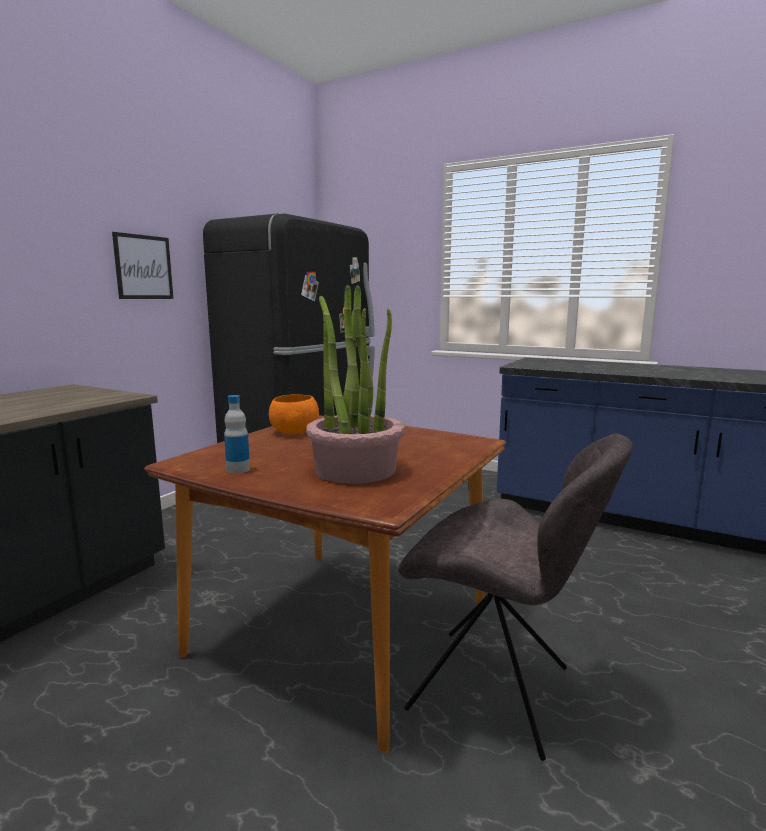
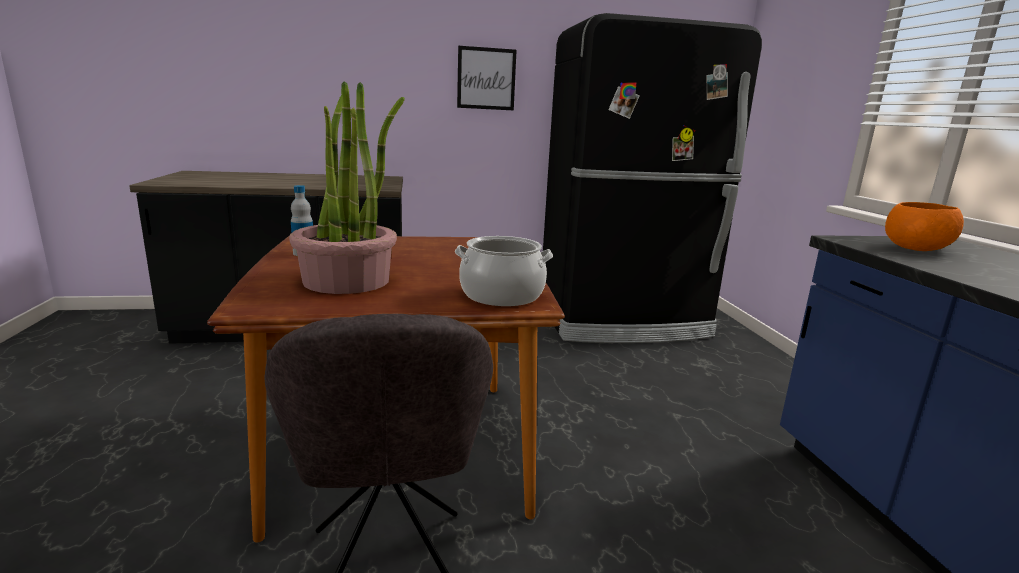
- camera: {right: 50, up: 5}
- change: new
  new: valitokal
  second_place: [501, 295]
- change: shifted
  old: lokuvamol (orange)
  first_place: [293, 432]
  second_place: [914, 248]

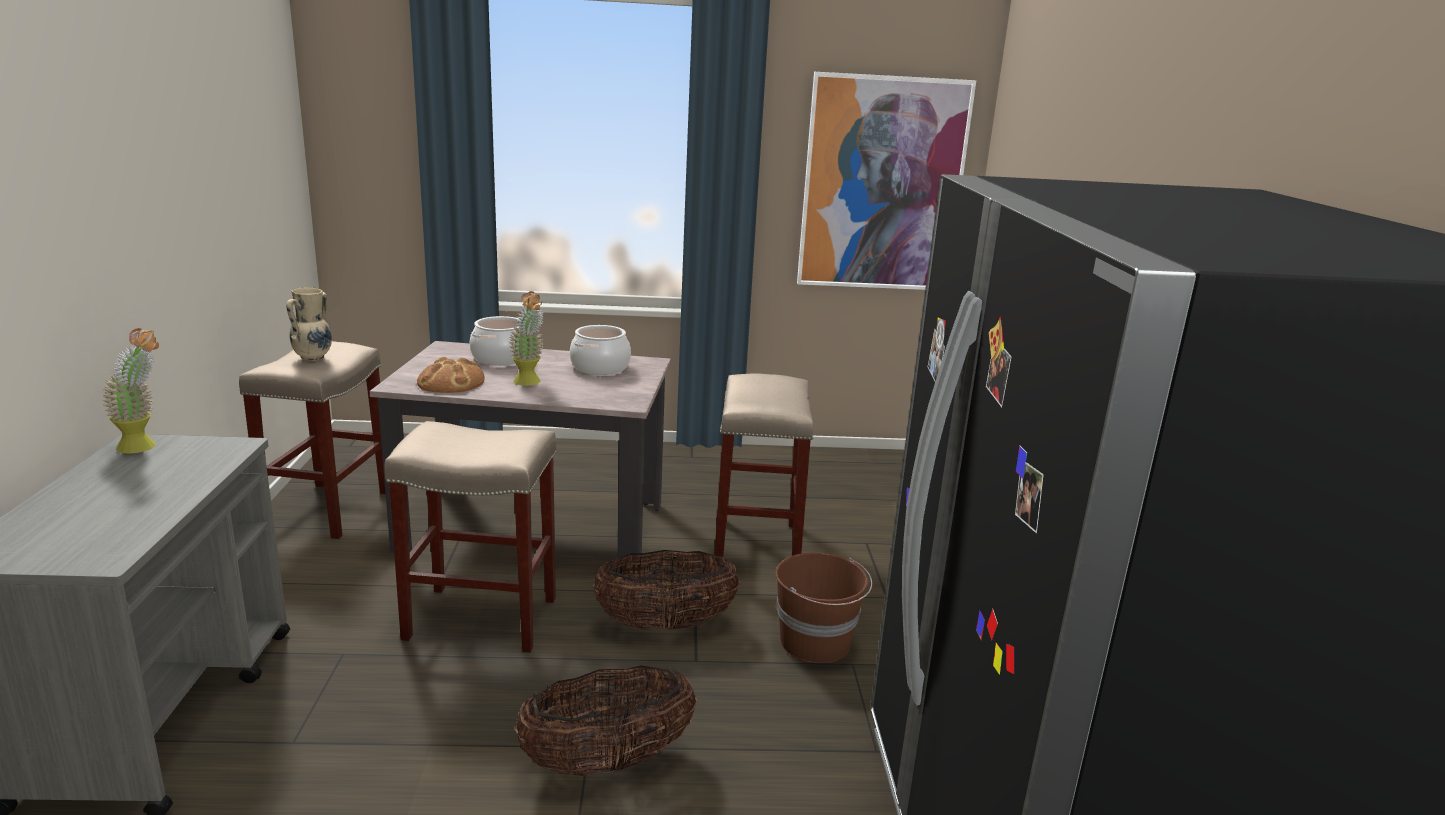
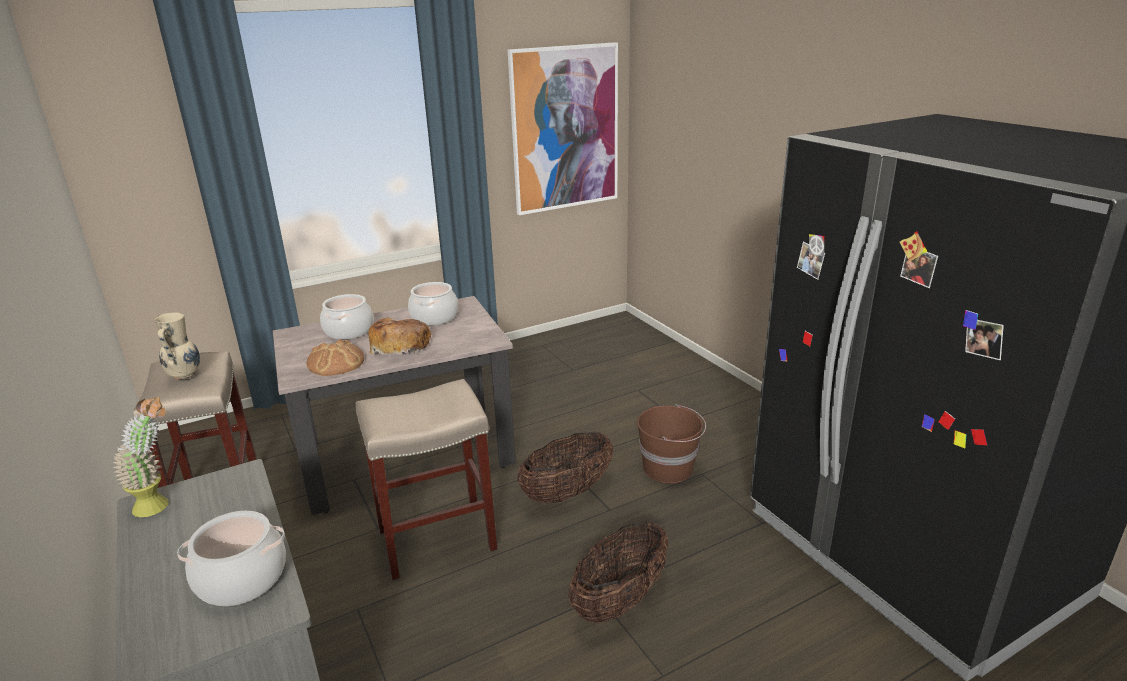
- camera: {right: -25, up: 5}
- change: new
  new: valitokal
  second_place: [241, 579]
- change: swapped
  old: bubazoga
  new: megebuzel
  first_place: [529, 383]
  second_place: [399, 345]
- change: gone
  old: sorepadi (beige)
  first_place: [758, 548]

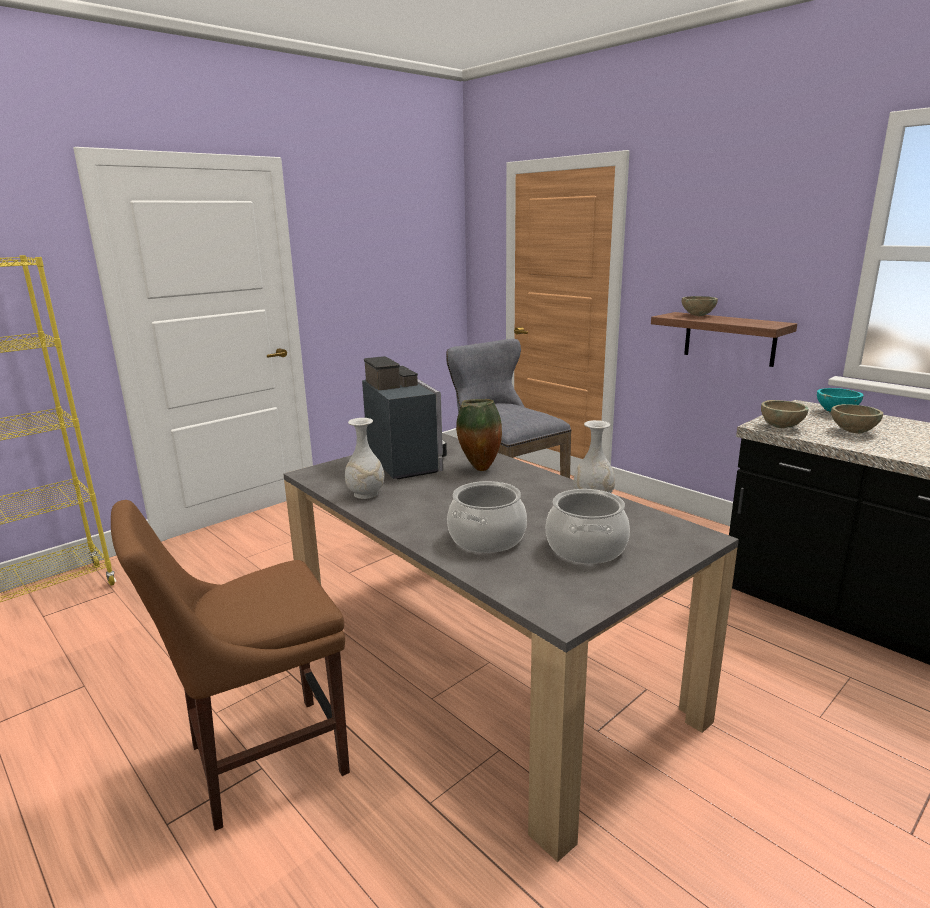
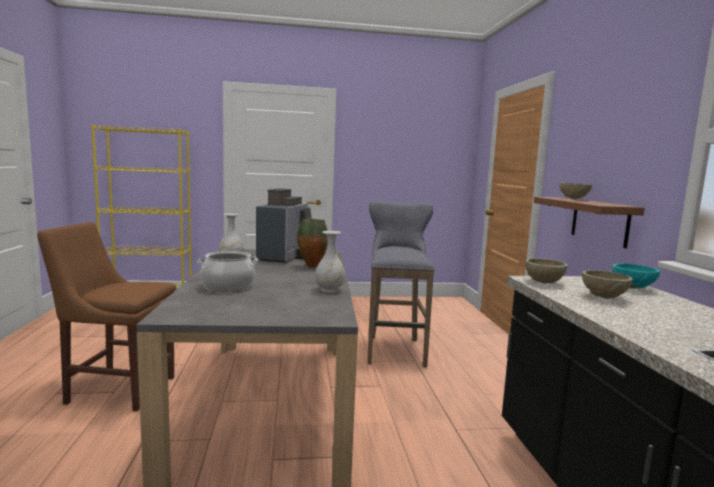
- camera: {right: 35, up: -10}
- change: gone
  old: valitokal
  first_place: [585, 548]

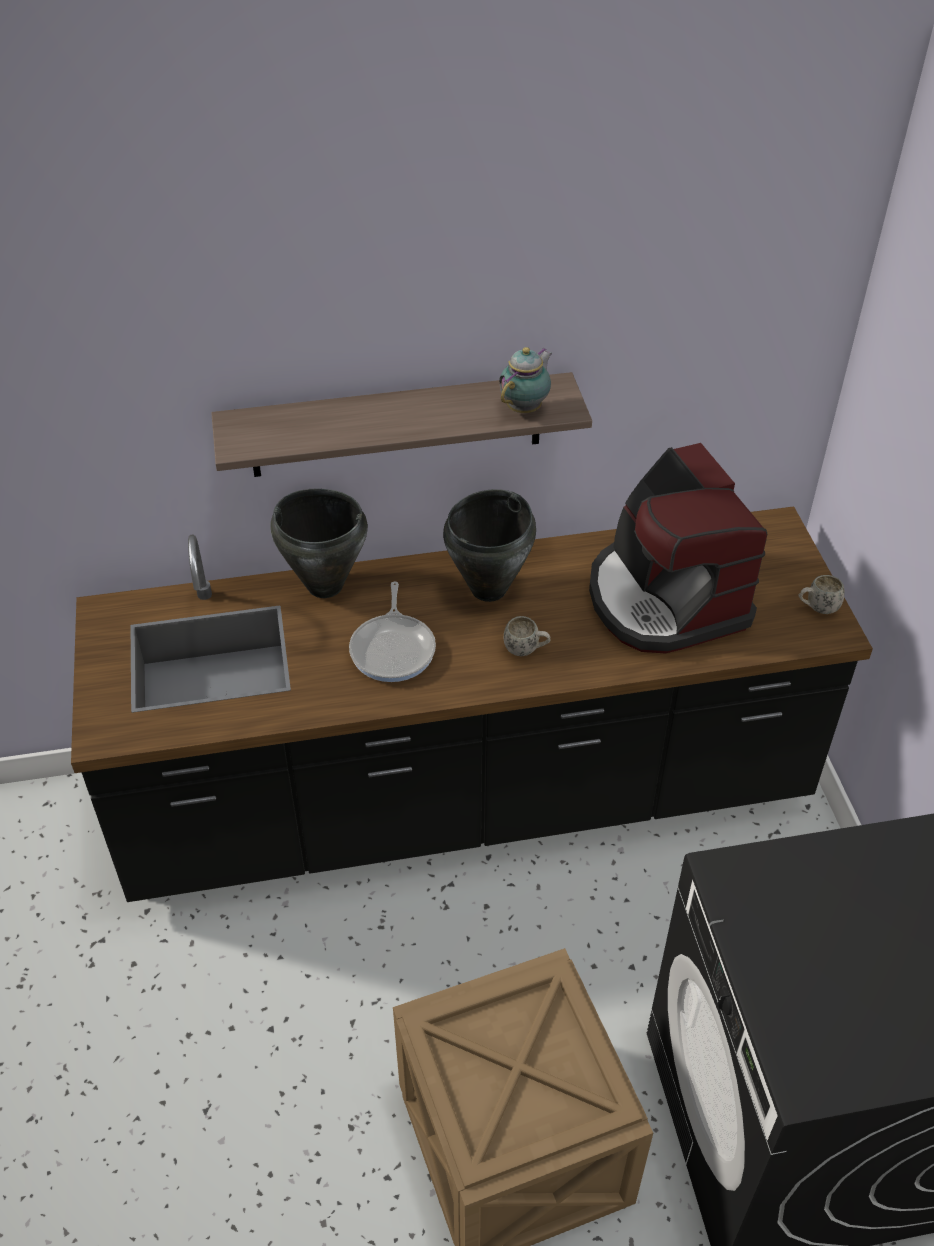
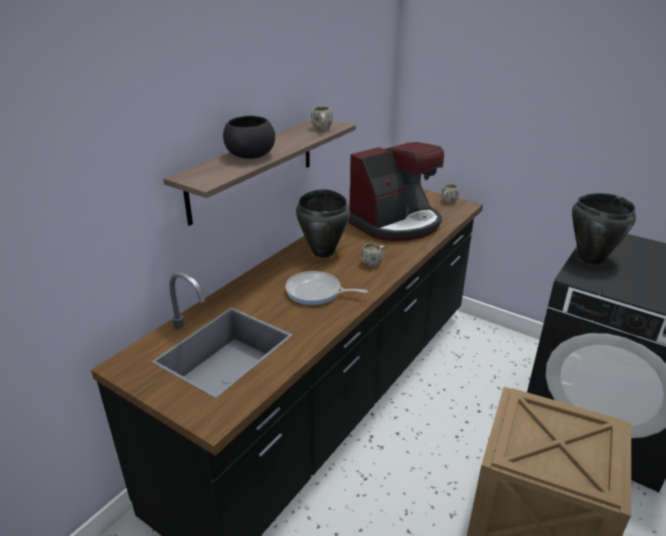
- camera: {right: -45, up: -15}
- change: new
  new: lokuvamol (black)
  second_place: [250, 155]
- change: rotated
  old: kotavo
  first_place: [393, 648]
  second_place: [316, 292]
  degrees: 150
- change: swapped
  old: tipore
  new: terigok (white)
  first_place: [525, 408]
  second_place: [322, 129]
- change: rotated
  old: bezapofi
  first_place: [665, 599]
  second_place: [395, 223]
  degrees: -60
- change: shifted
  old: valitokal (black)
  first_place: [324, 585]
  second_place: [590, 259]

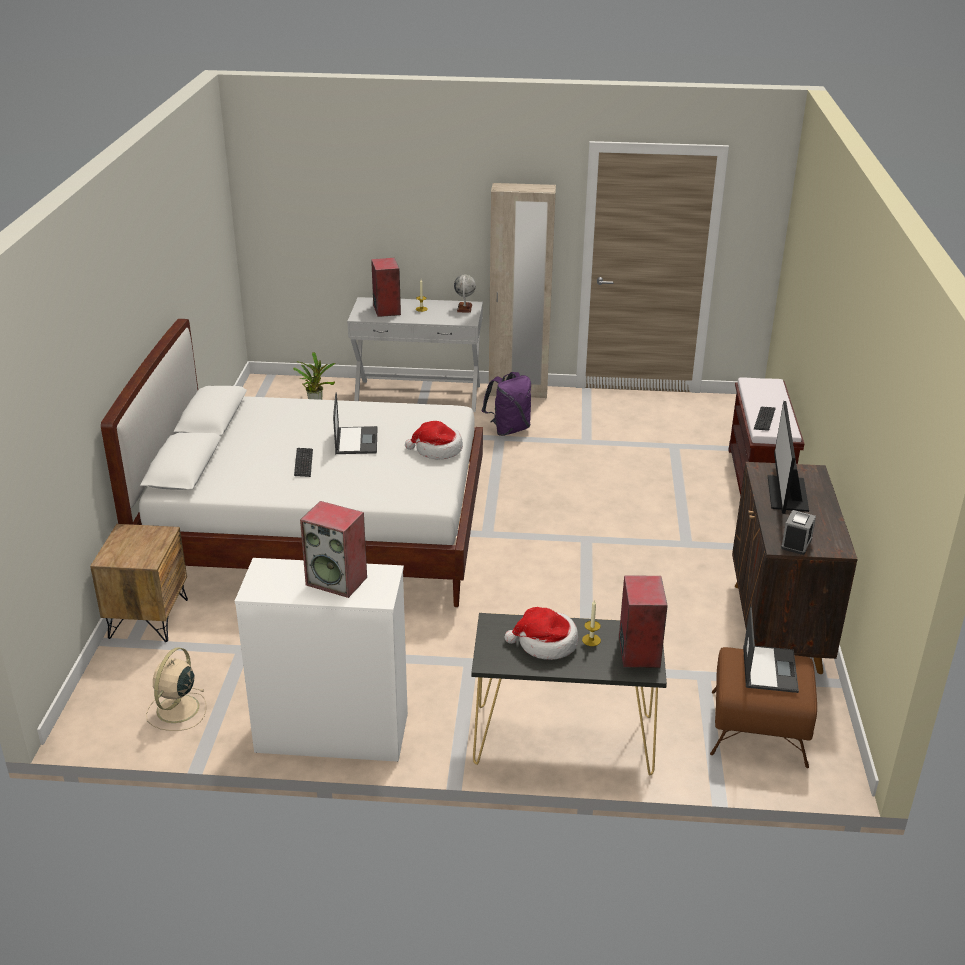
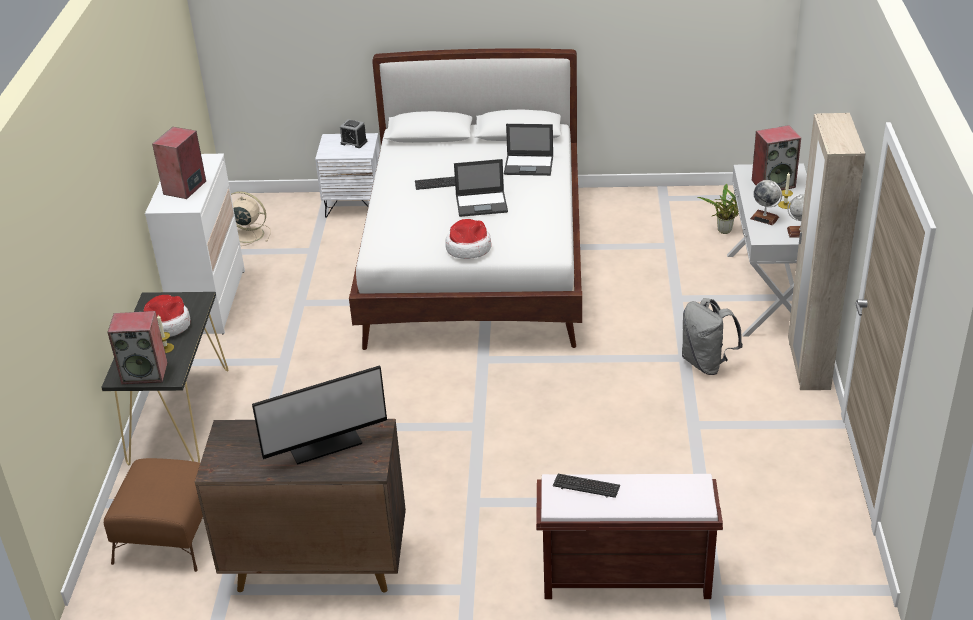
- camera: {right: 90, up: 5}
- change: rotated
  old: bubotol
  first_place: [786, 493]
  second_place: [324, 443]
  degrees: 150
- change: repainted
  old: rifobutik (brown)
  new: rifobutik (white)
  first_place: [148, 618]
  second_place: [354, 204]
- change: shifted
  old: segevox
  first_place: [796, 543]
  second_place: [354, 142]
- change: shifted
  old: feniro
  first_place: [769, 668]
  second_place: [529, 165]
- change: repainted
  old: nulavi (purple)
  new: nulavi (grey)
  first_place: [509, 429]
  second_place: [706, 363]
- change: new
  new: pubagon
  second_place: [764, 218]

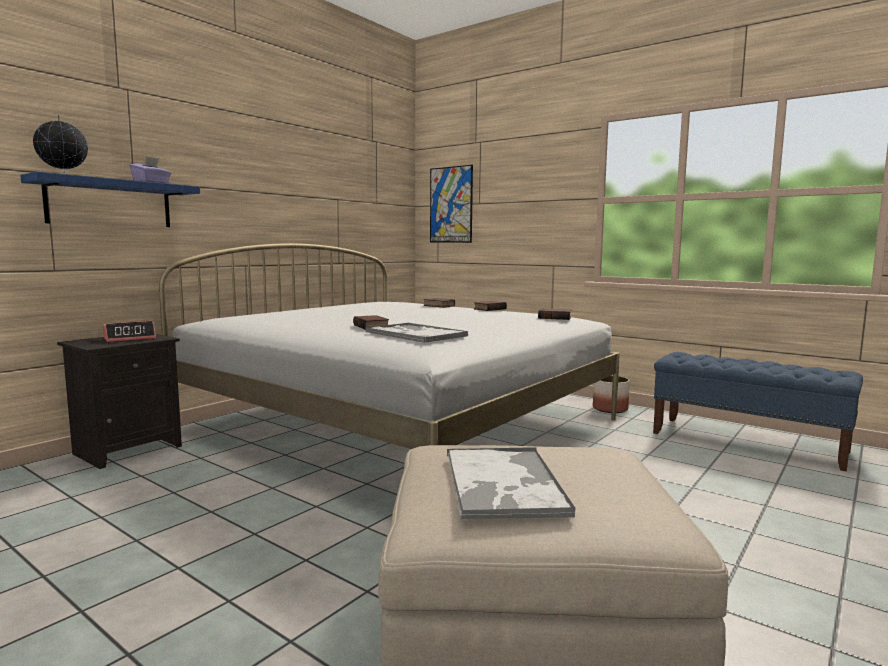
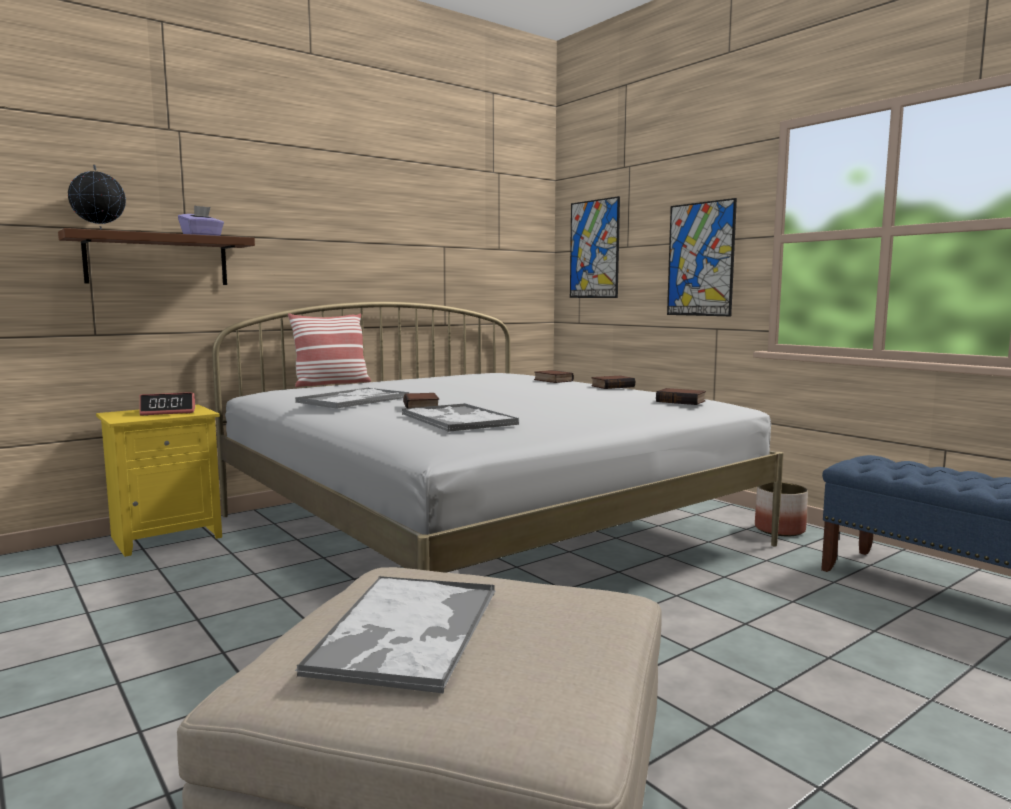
- camera: {right: 15, up: 0}
- change: repainted
  old: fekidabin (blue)
  new: fekidabin (brown)
  first_place: [110, 203]
  second_place: [157, 260]
- change: repainted
  old: rifobutik (black)
  new: rifobutik (yellow)
  first_place: [128, 449]
  second_place: [167, 536]
- change: new
  new: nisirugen
  second_place: [331, 384]
- change: new
  new: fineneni
  second_place: [354, 400]
- change: new
  new: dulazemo
  second_place: [700, 259]

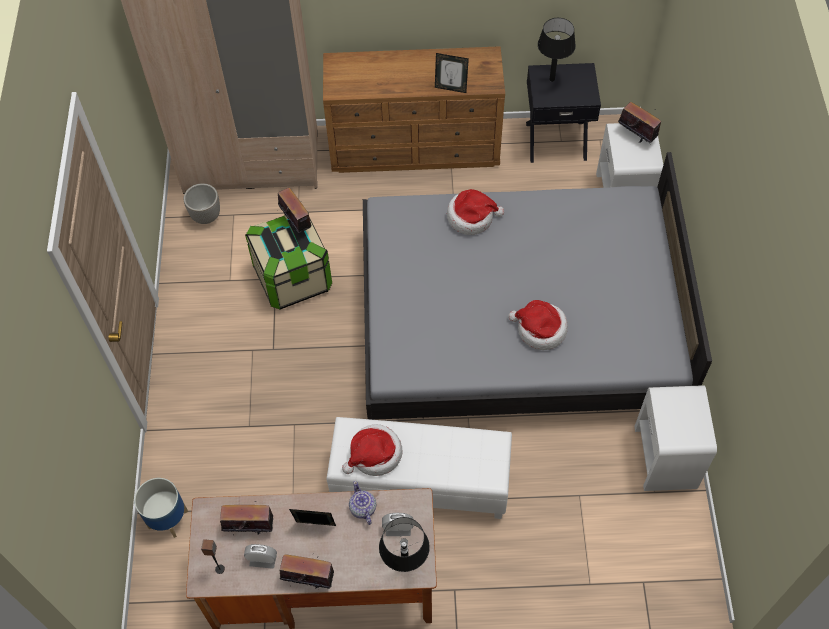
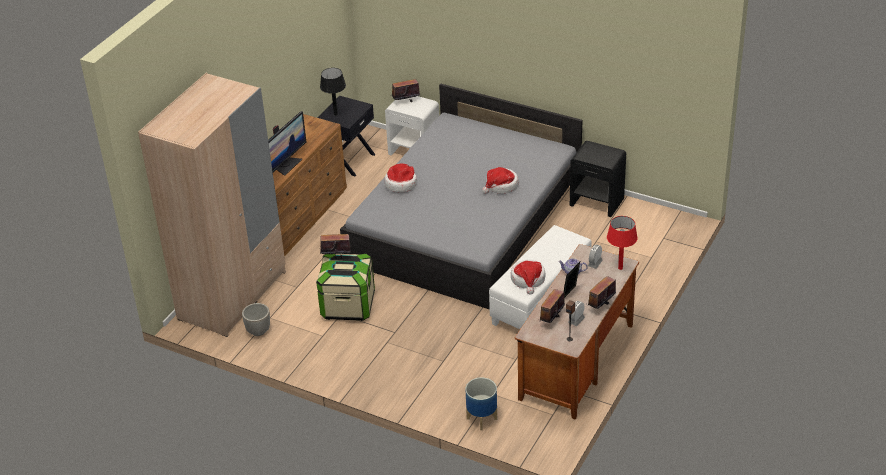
- camera: {right: -60, up: -20}
- change: new
  new: bubotol
  second_place: [287, 165]
- change: repainted
  old: rifobutik (white)
  new: rifobutik (black)
  first_place: [665, 457]
  second_place: [597, 202]
- change: repainted
  old: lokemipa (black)
  new: lokemipa (red)
  first_place: [406, 568]
  second_place: [620, 268]
- change: gone
  old: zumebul
  first_place: [451, 88]

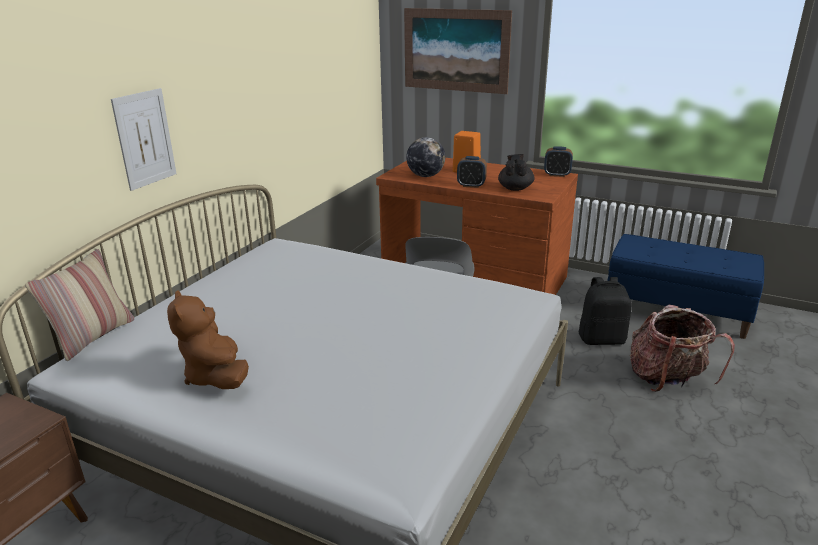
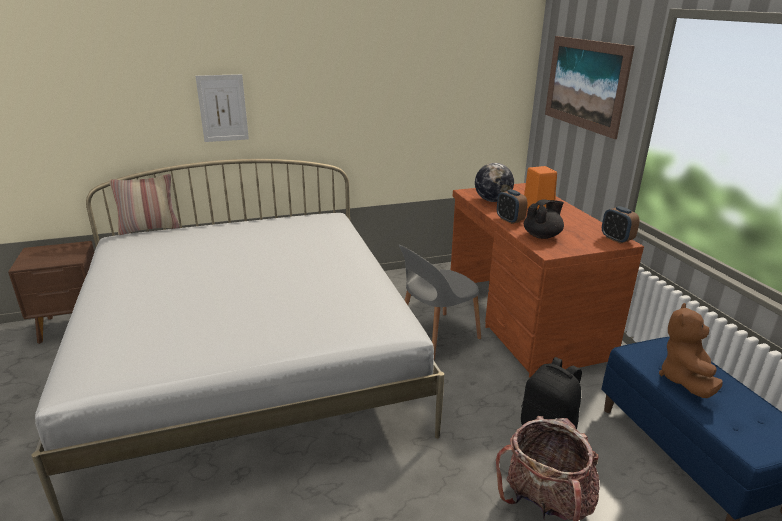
- camera: {right: 45, up: 0}
- change: shifted
  old: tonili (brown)
  first_place: [216, 376]
  second_place: [685, 380]

